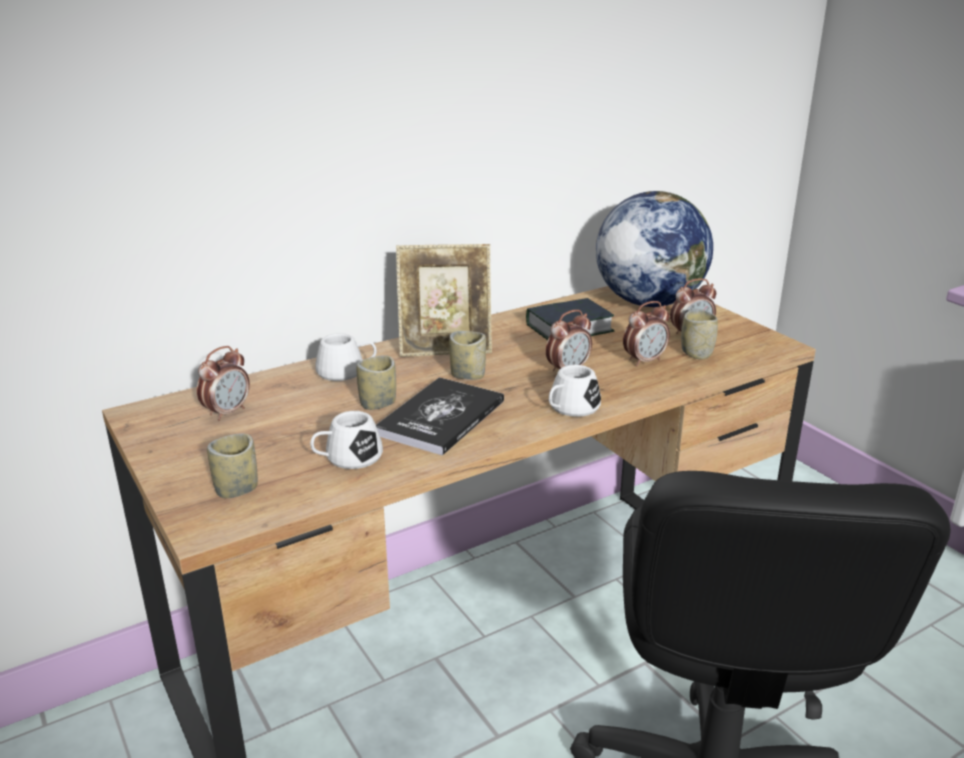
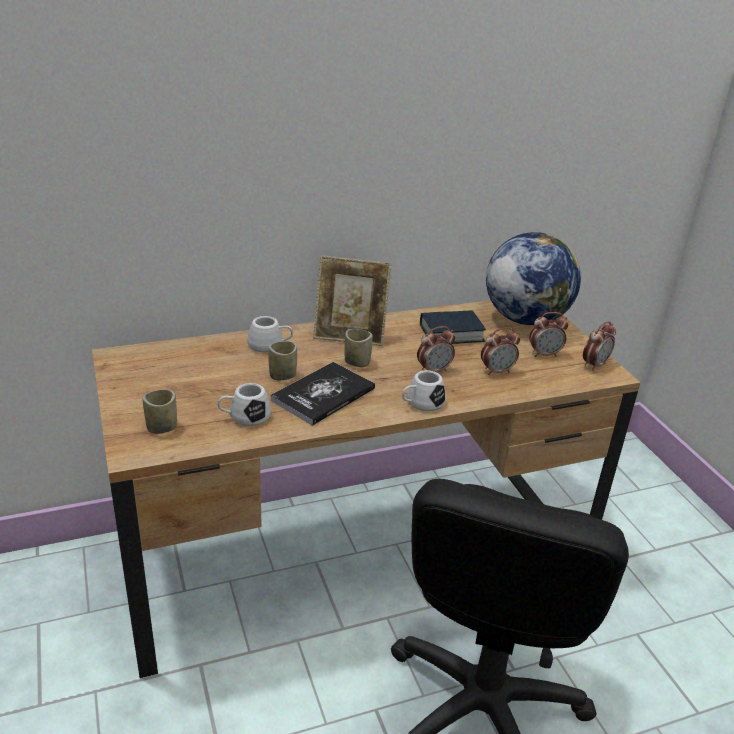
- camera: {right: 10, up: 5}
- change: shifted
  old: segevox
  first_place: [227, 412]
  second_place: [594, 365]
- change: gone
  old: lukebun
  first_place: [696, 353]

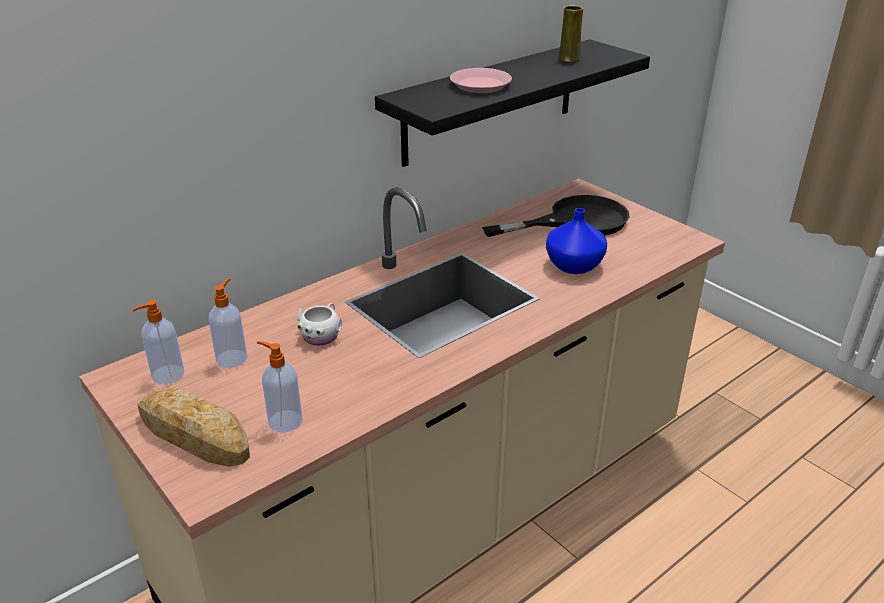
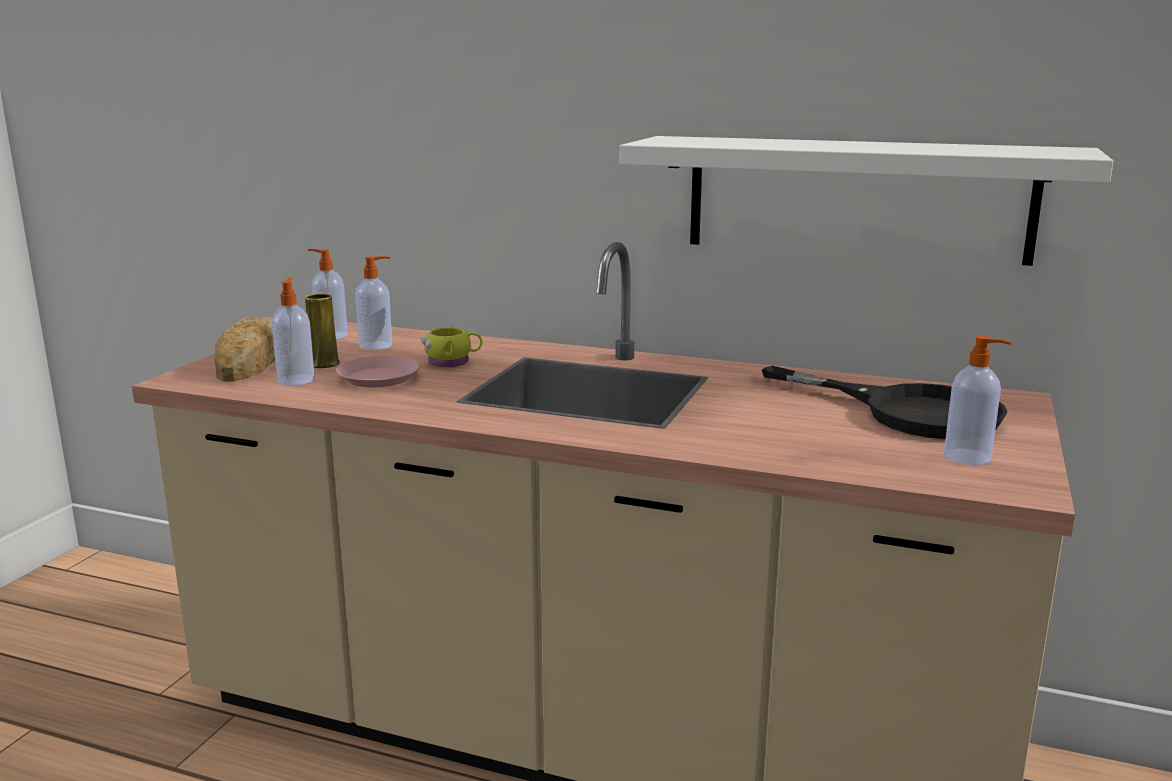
- camera: {right: 60, up: -15}
- change: shifted
  old: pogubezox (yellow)
  first_place: [569, 59]
  second_place: [324, 364]
- change: shifted
  old: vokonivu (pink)
  first_place: [480, 85]
  second_place: [379, 378]
- change: repainted
  old: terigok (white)
  new: terigok (yellow)
  first_place: [322, 334]
  second_place: [452, 362]
- change: repainted
  old: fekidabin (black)
  new: fekidabin (white)
  first_place: [490, 101]
  second_place: [857, 198]
- change: new
  new: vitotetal
  second_place: [969, 457]
- change: gone
  old: pogubezox (blue)
  first_place: [573, 265]

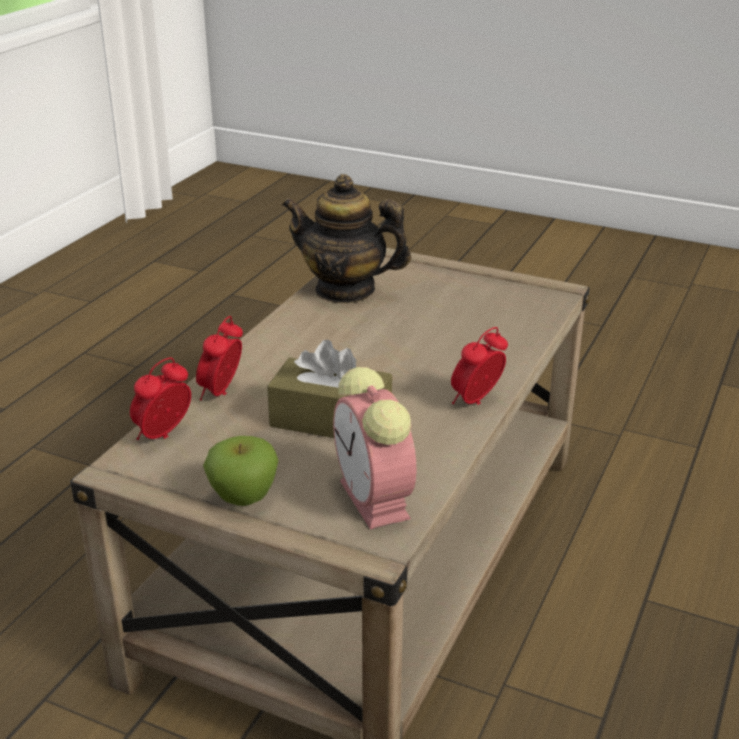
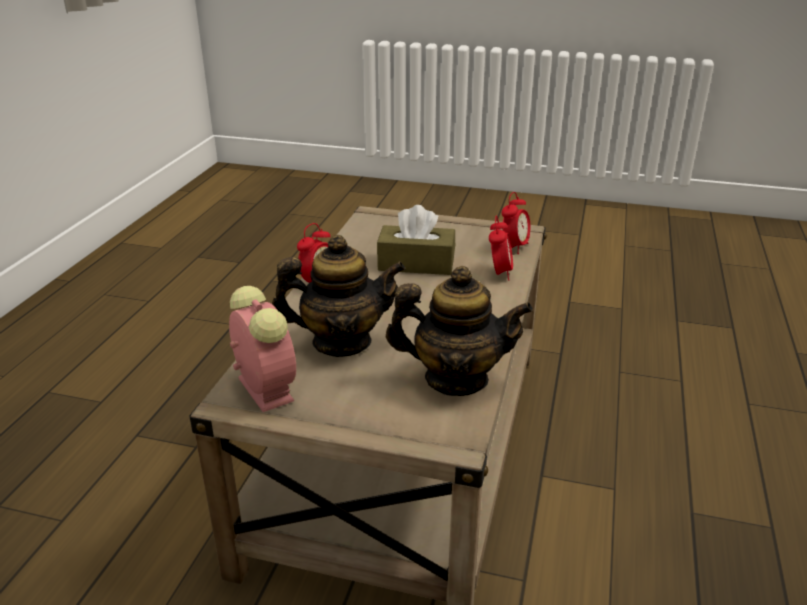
- camera: {right: 170, up: 0}
- change: shifted
  old: segevox
  first_place: [377, 501]
  second_place: [263, 388]
- change: new
  new: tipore
  second_place: [341, 342]
- change: gone
  old: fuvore
  first_place: [243, 497]

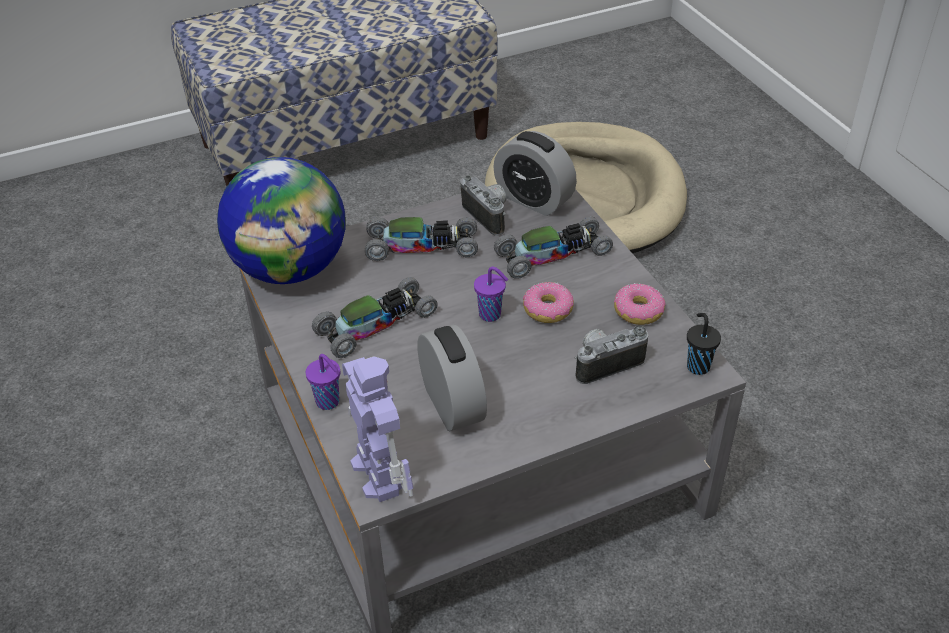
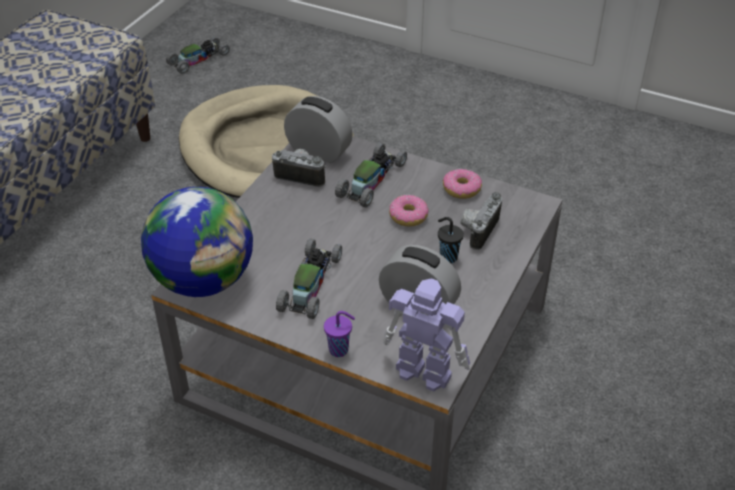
- camera: {right: -40, up: 0}
- change: shifted
  old: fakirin
  first_place: [422, 247]
  second_place: [199, 59]
- change: rotated
  old: segevox
  first_place: [533, 200]
  second_place: [318, 151]
  degrees: -150
- change: shifted
  old: lukebun (black)
  first_place: [697, 366]
  second_place: [447, 257]
- change: gone
  old: lukebun (purple)
  first_place: [491, 315]

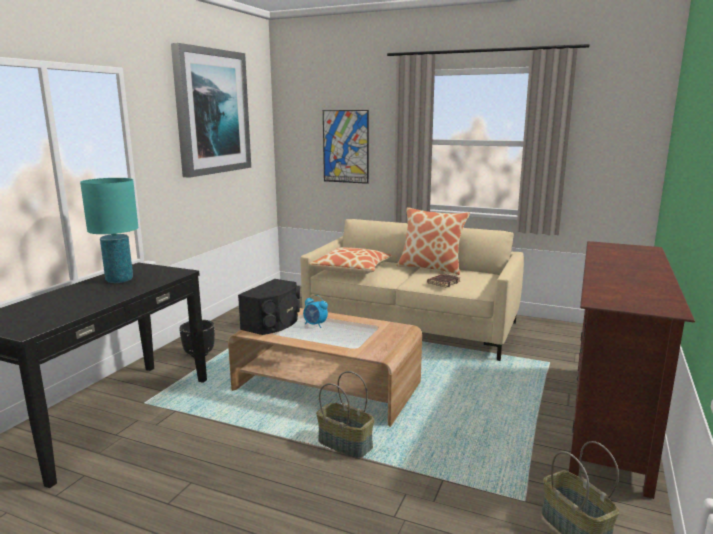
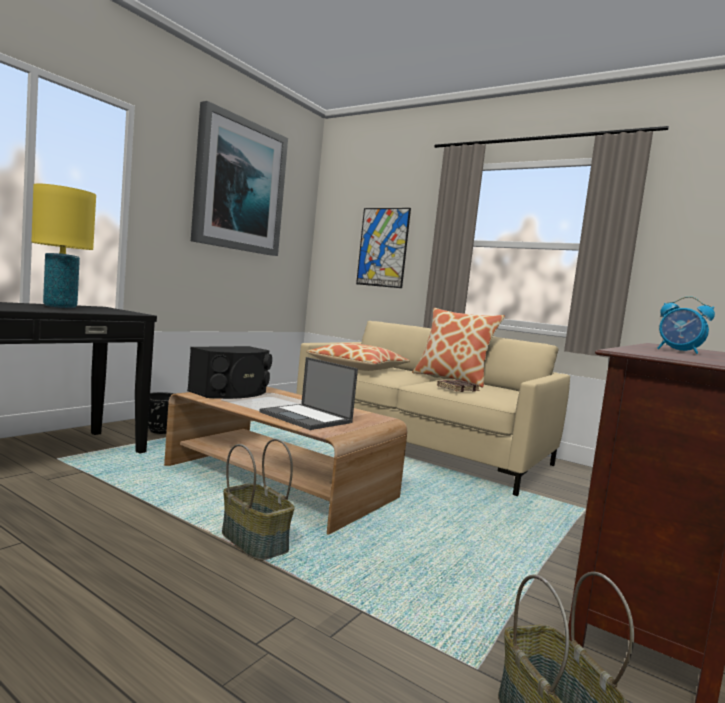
- camera: {right: 10, up: -10}
- change: repainted
  old: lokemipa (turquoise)
  new: lokemipa (yellow)
  first_place: [119, 280]
  second_place: [60, 307]
- change: new
  new: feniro
  second_place: [307, 417]
- change: shifted
  old: segevox
  first_place: [315, 325]
  second_place: [679, 351]

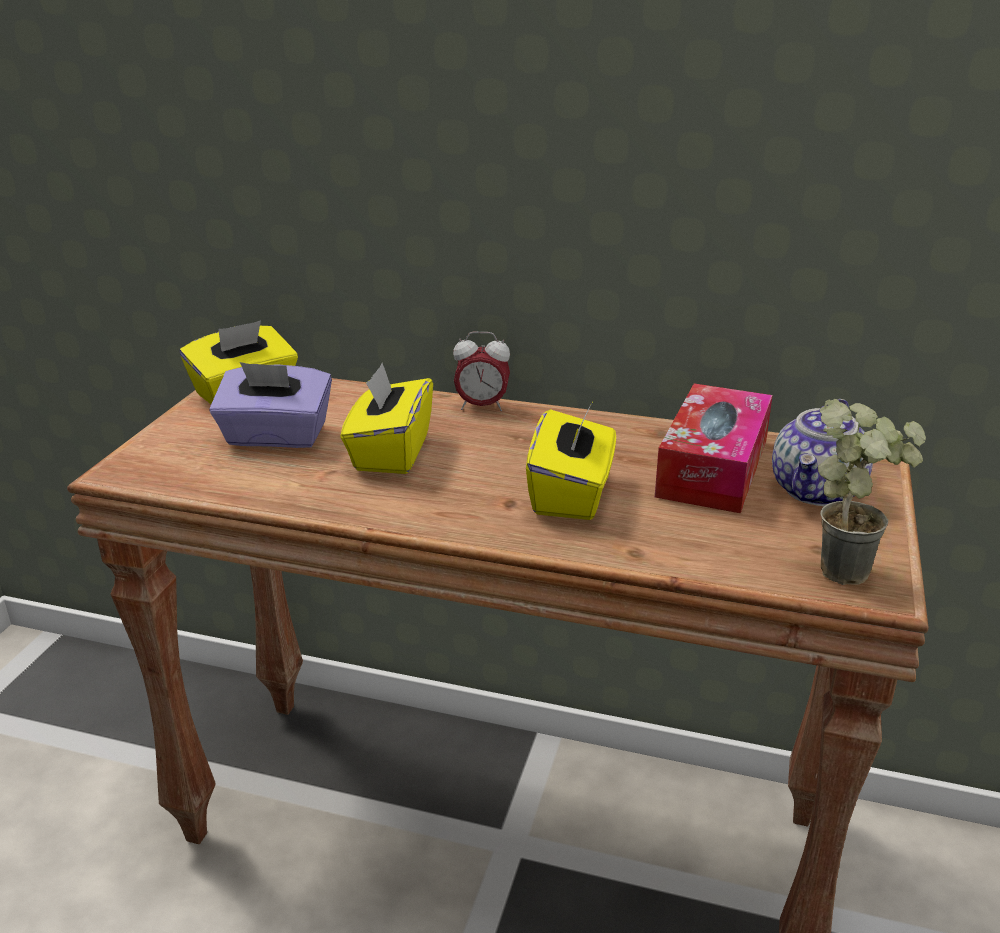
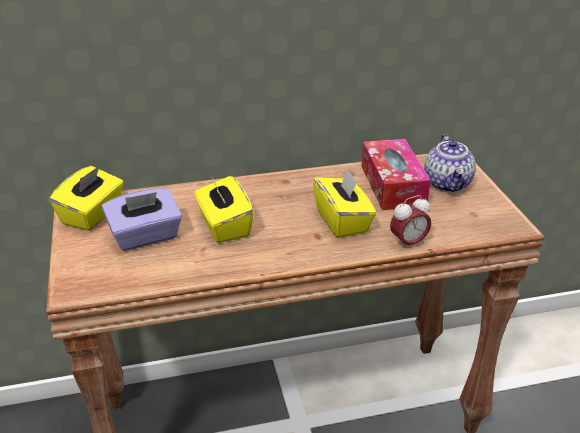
- camera: {right: -30, up: 5}
- change: shifted
  old: segevox
  first_place: [482, 406]
  second_place: [408, 243]
- change: gone
  old: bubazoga
  first_place: [851, 567]

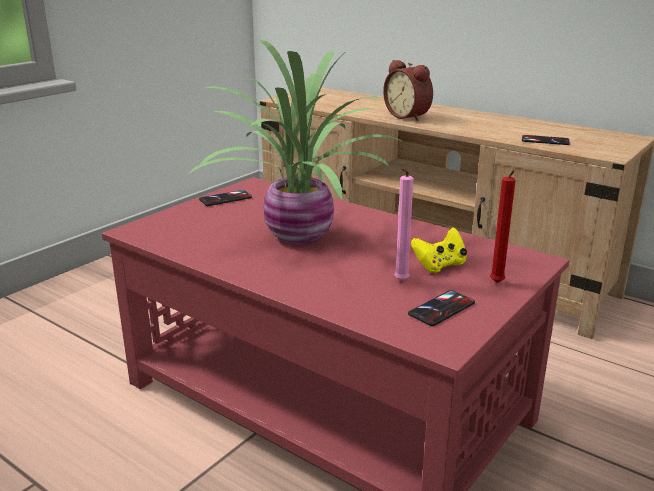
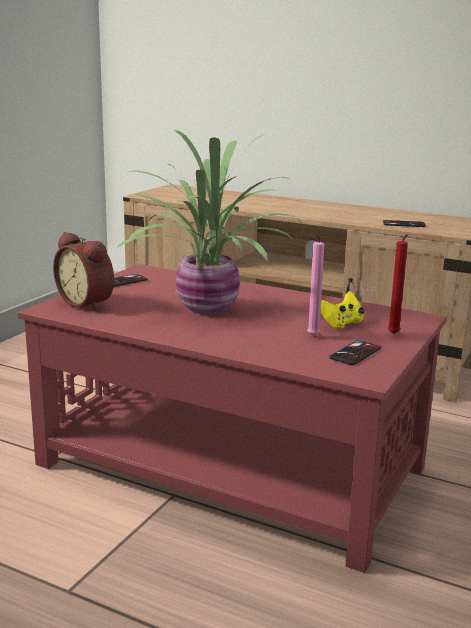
- camera: {right: -10, up: -5}
- change: shifted
  old: segevox
  first_place: [409, 116]
  second_place: [88, 303]

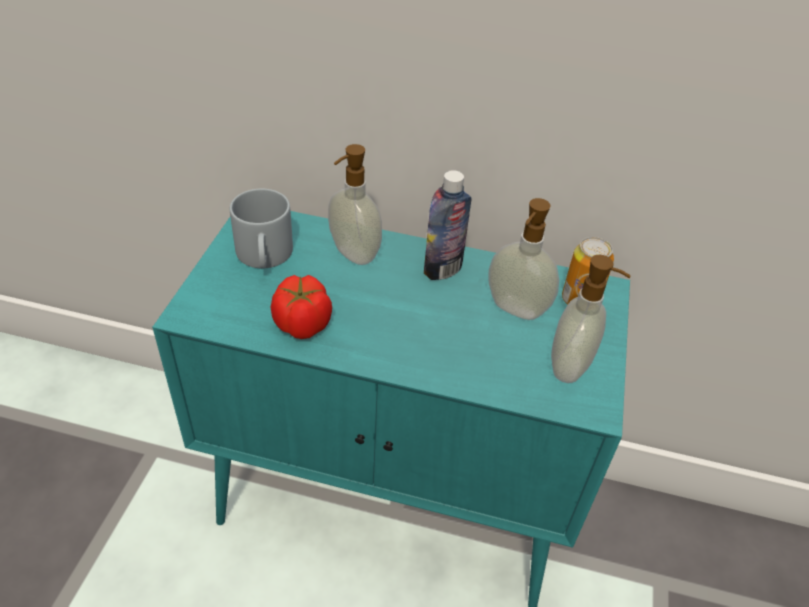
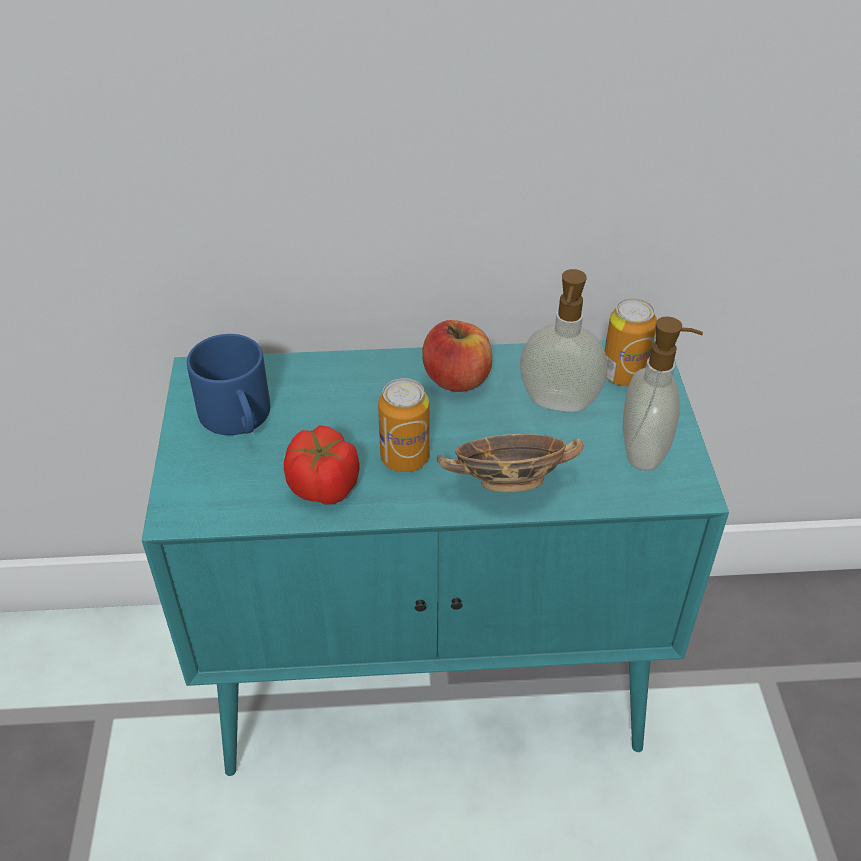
- camera: {right: -15, up: 0}
- change: repainted
  old: terigok (grey)
  new: terigok (blue)
  first_place: [265, 257]
  second_place: [240, 418]
- change: new
  new: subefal
  second_place: [405, 458]
- change: swapped
  old: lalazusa
  new: fuvore
  first_place: [443, 269]
  second_place: [457, 379]
- change: new
  new: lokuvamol
  second_place: [508, 481]
- change: gone
  old: vitotetal
  first_place: [353, 254]

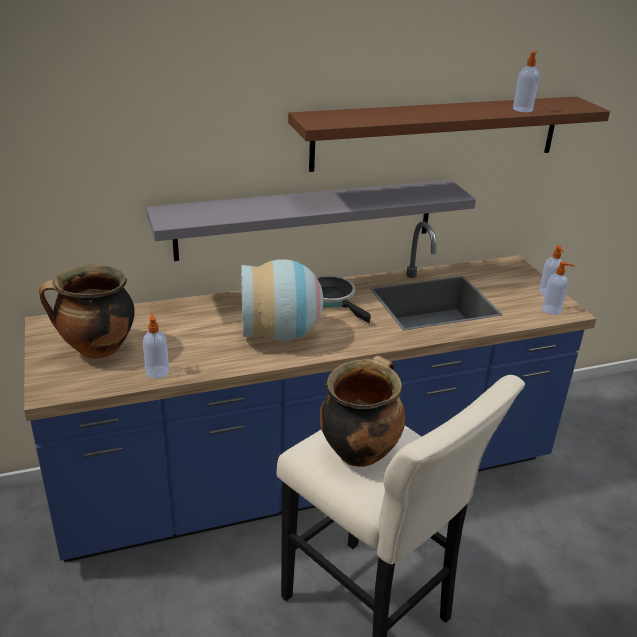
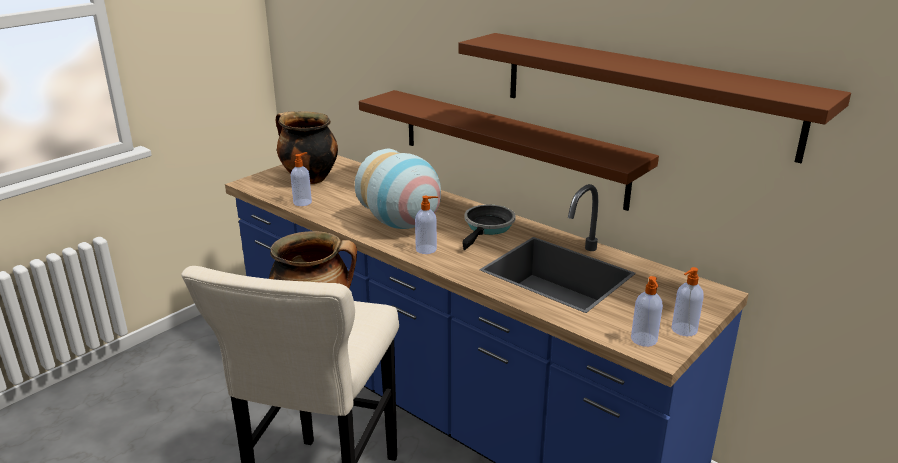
- camera: {right: 60, up: -5}
- change: repainted
  old: fekidabin (grey)
  new: fekidabin (brown)
  first_place: [307, 219]
  second_place: [509, 146]
- change: shifted
  old: vitotetal
  first_place: [523, 109]
  second_place: [427, 249]

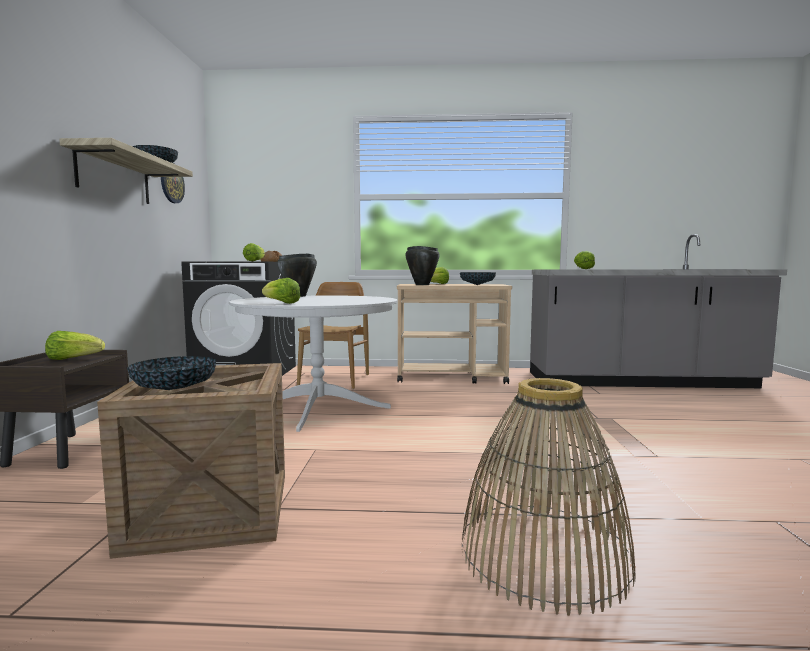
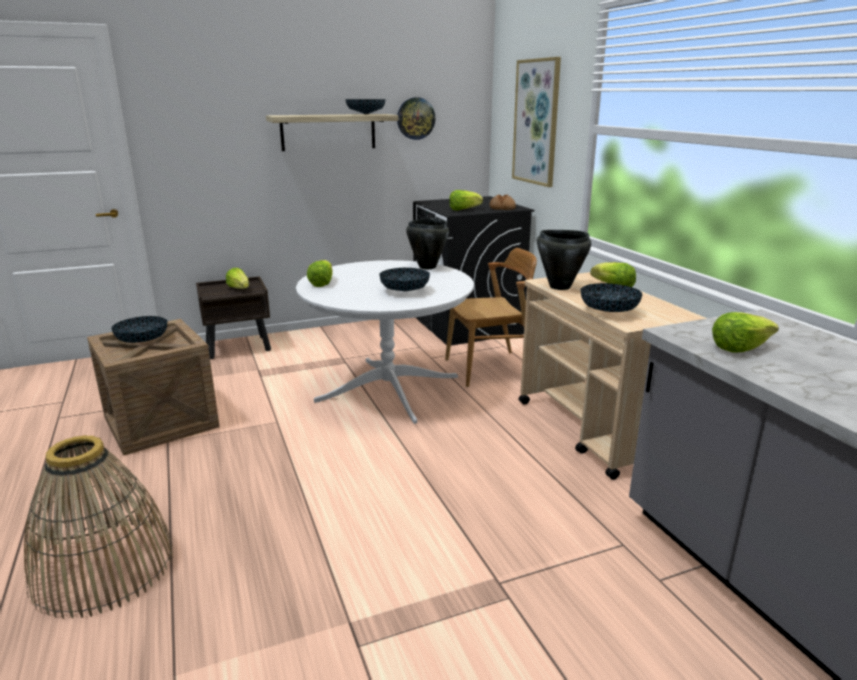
- camera: {right: 65, up: 15}
- change: new
  new: lokuvamol
  second_place: [404, 291]
- change: new
  new: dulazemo
  second_place: [536, 122]

